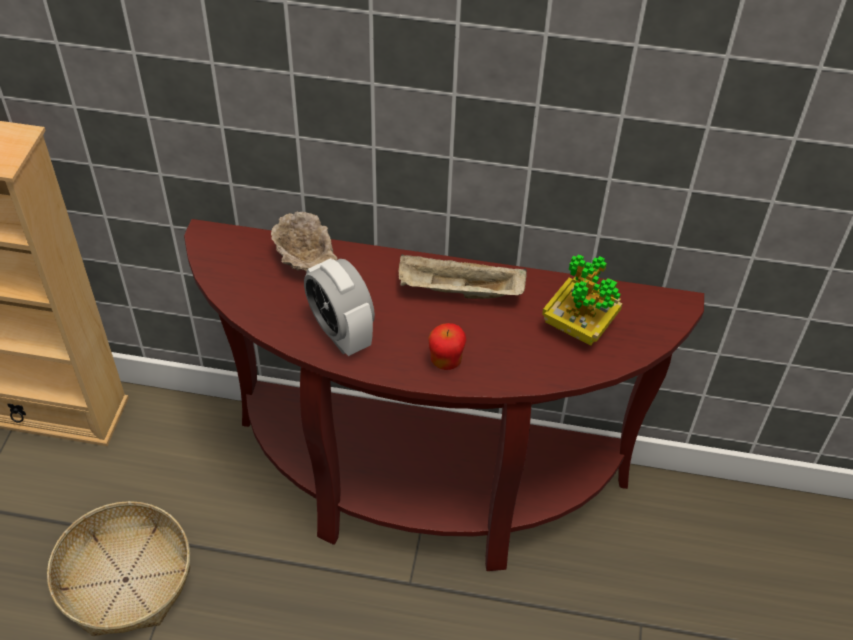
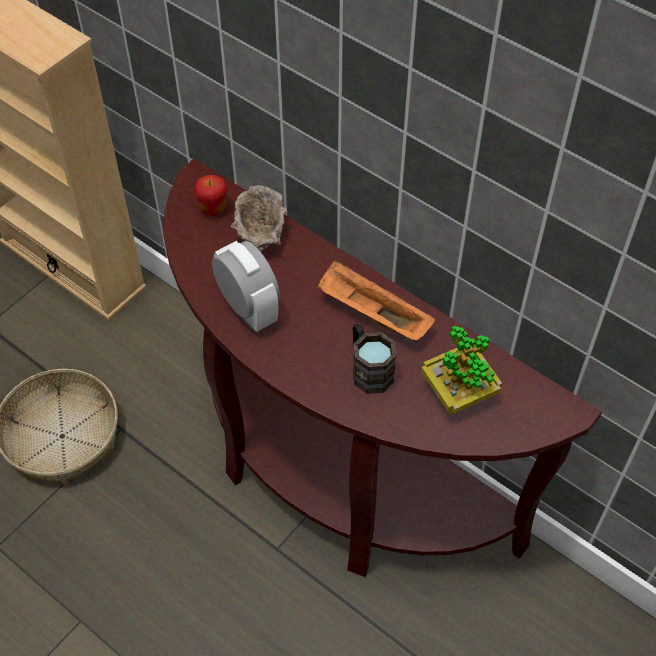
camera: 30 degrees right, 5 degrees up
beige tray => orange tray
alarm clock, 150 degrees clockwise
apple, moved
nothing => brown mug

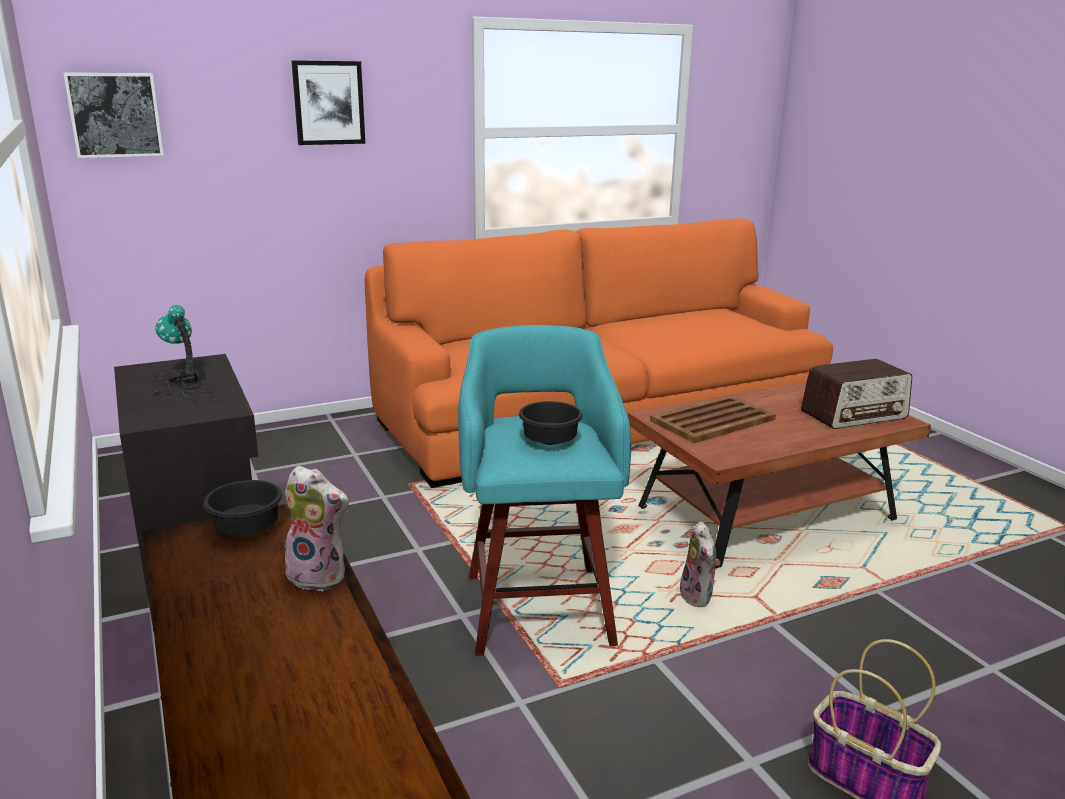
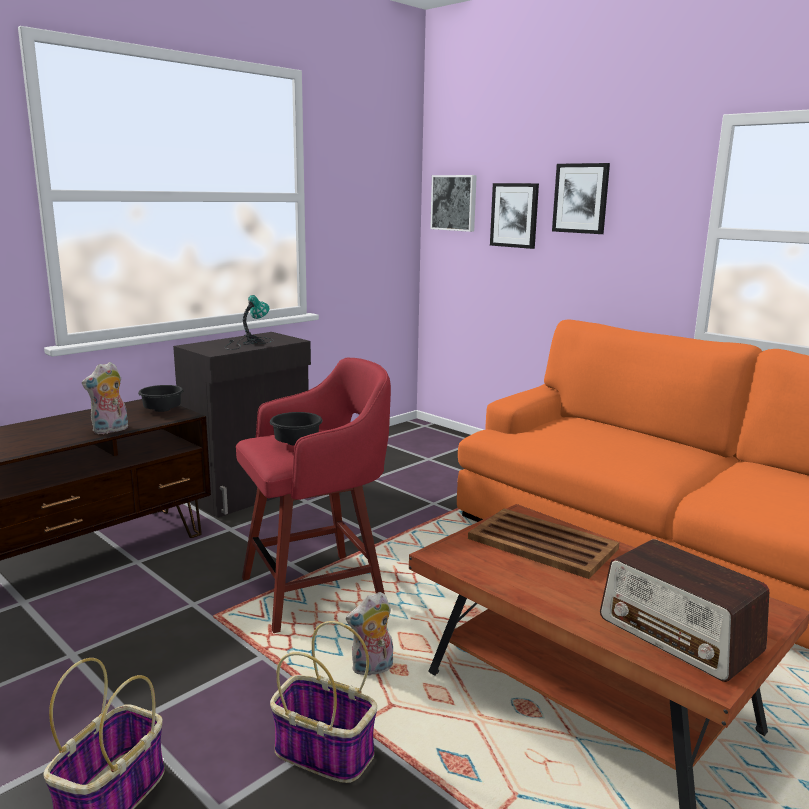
camera: 70 degrees right, 5 degrees down
turquoise stool => red stool
plush toy (1st from left), 45 degrees clockwise
nothing => picture (2nd from left)
nothing => basket (2nd from left)

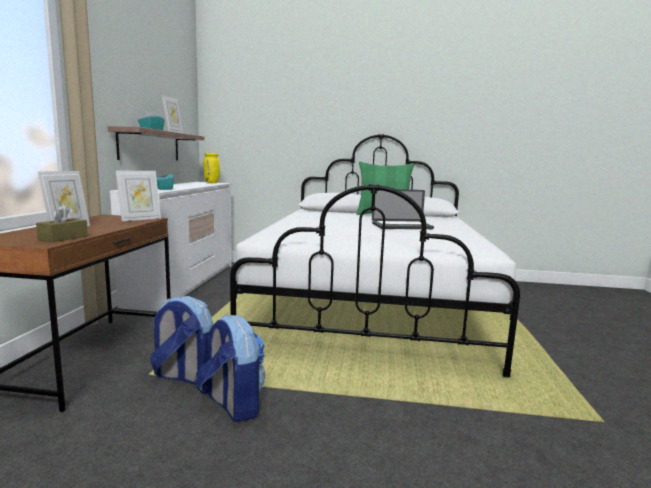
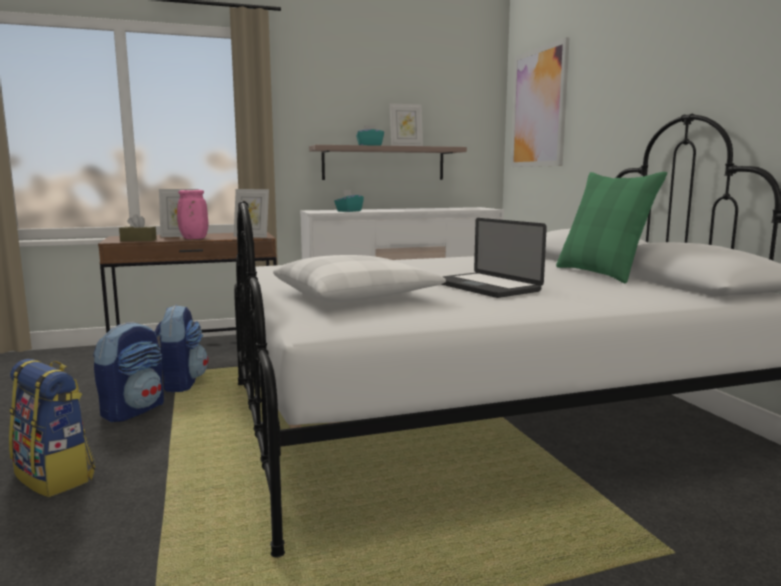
camera: 65 degrees right, 0 degrees up
yellow vase => nothing
nothing => picture
nothing => pink vase
nothing => white pillow
nothing => backpack (1st from left)

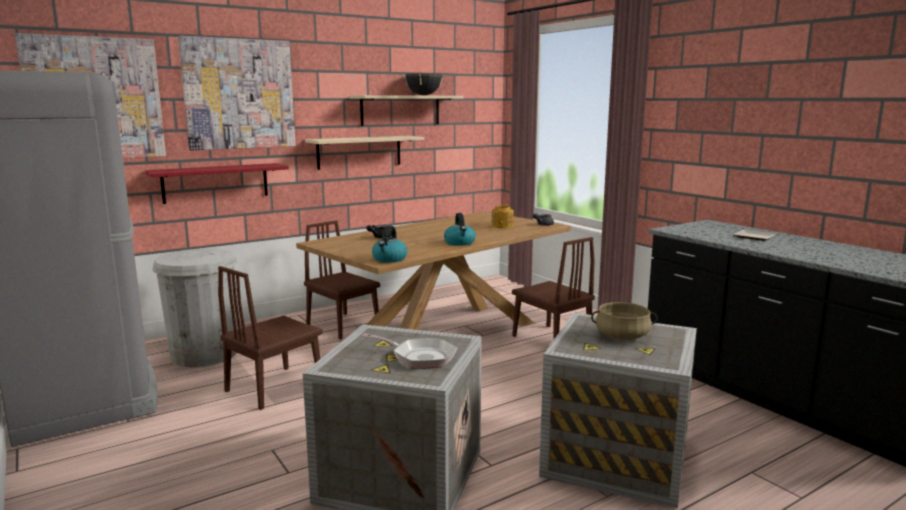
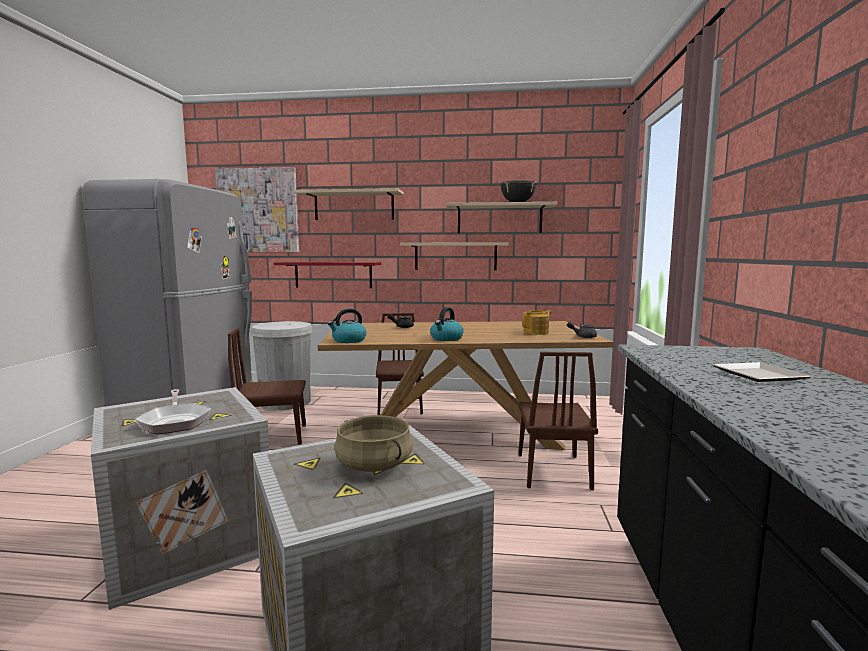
camera: 40 degrees right, 5 degrees down
picture (2nd from left) => beige shelf (1st from left)

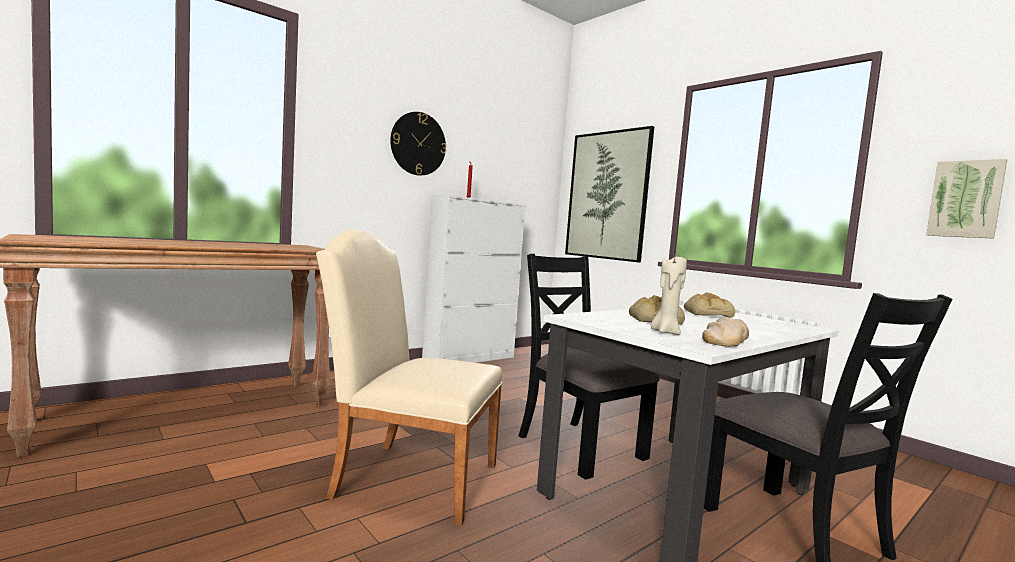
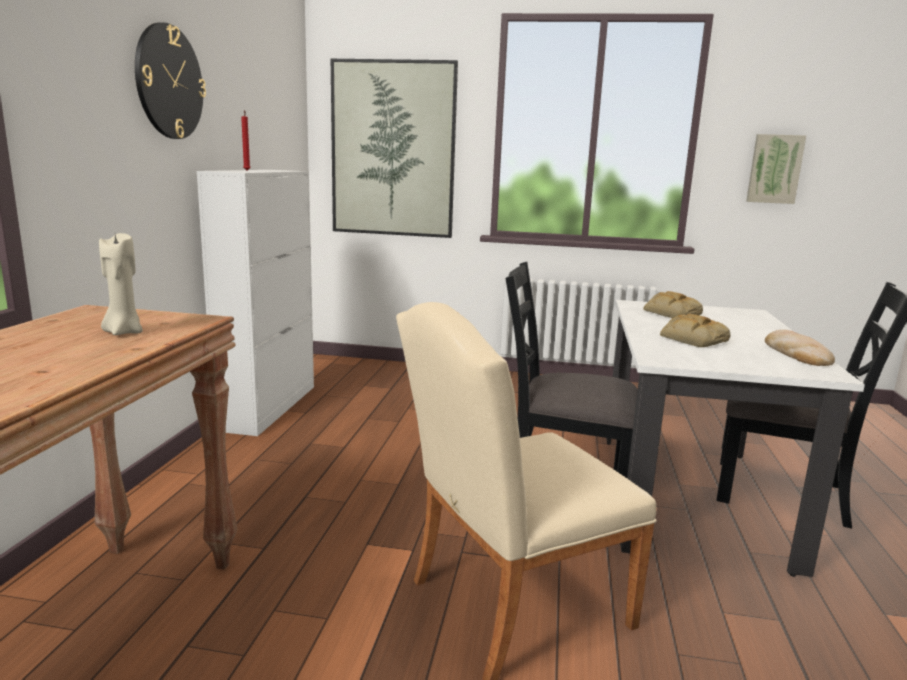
camera: 40 degrees left, 10 degrees up
beige candle, moved

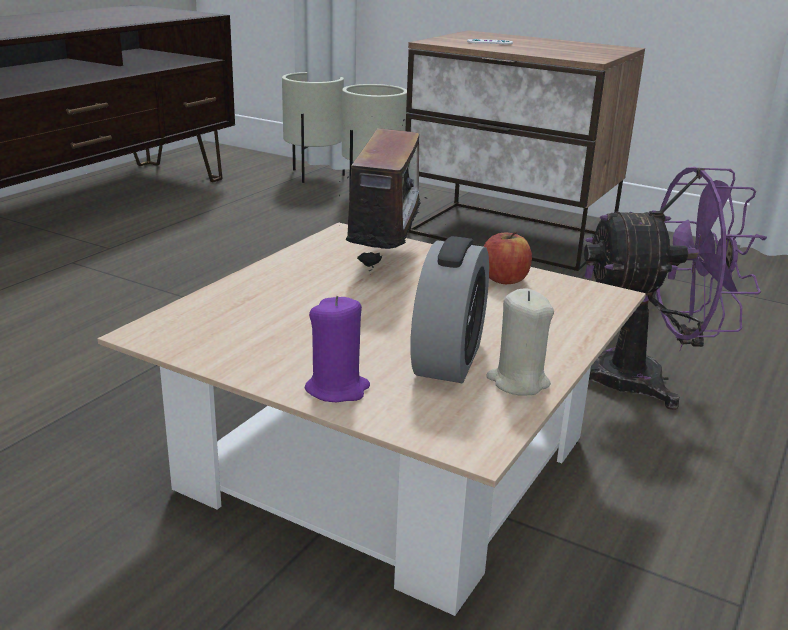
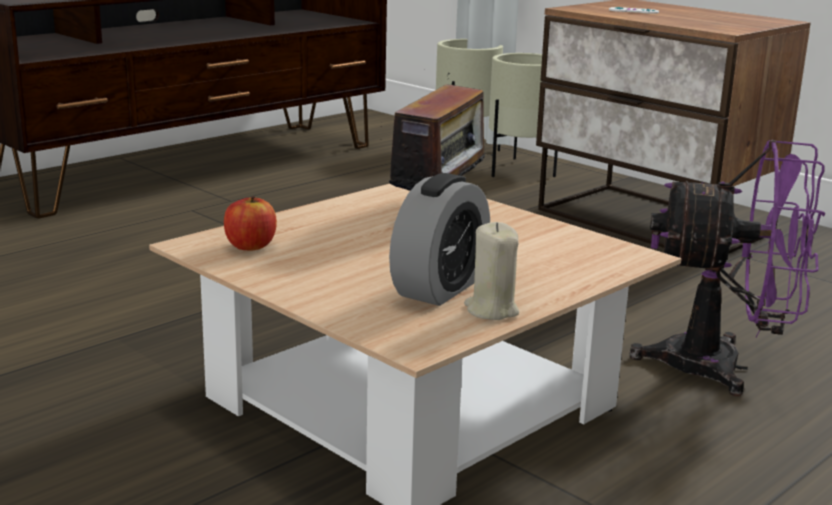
camera: 15 degrees right, 5 degrees down
apple, moved
purple candle => nothing

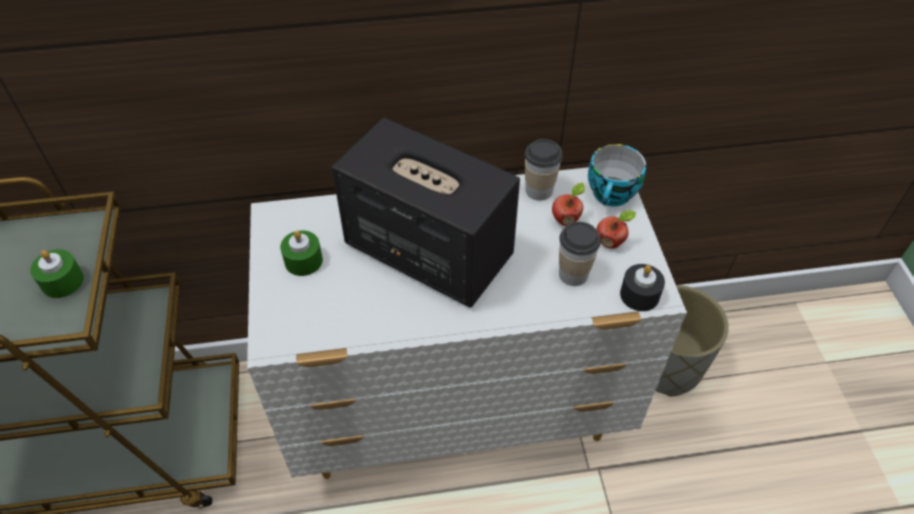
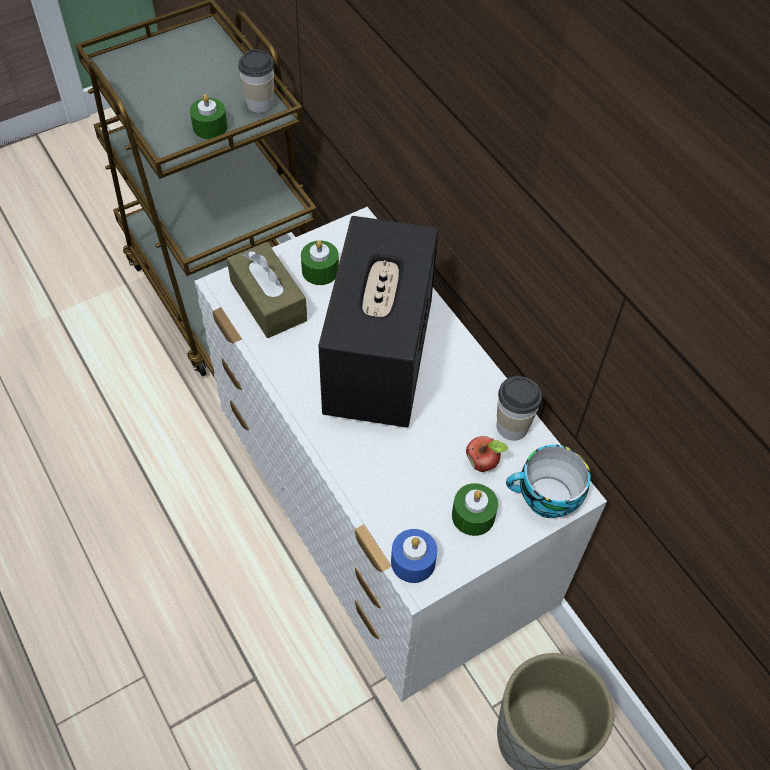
camera: 65 degrees right, 5 degrees up
apple (2nd from left) => green candle (3rd from left)
cup (2nd from left in the first image) => cup (1st from left), moved
black candle => blue candle
nothing => brown tissue box

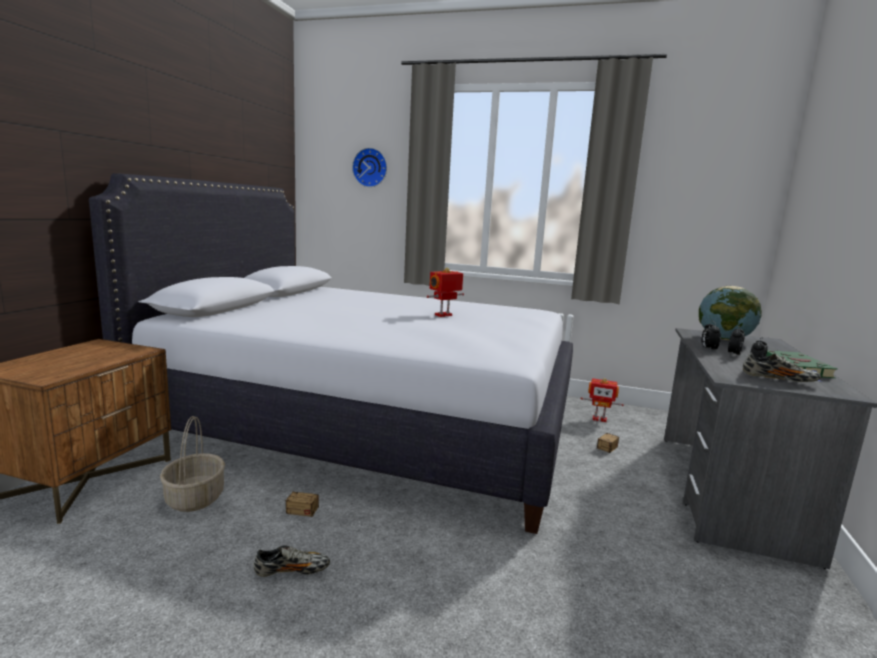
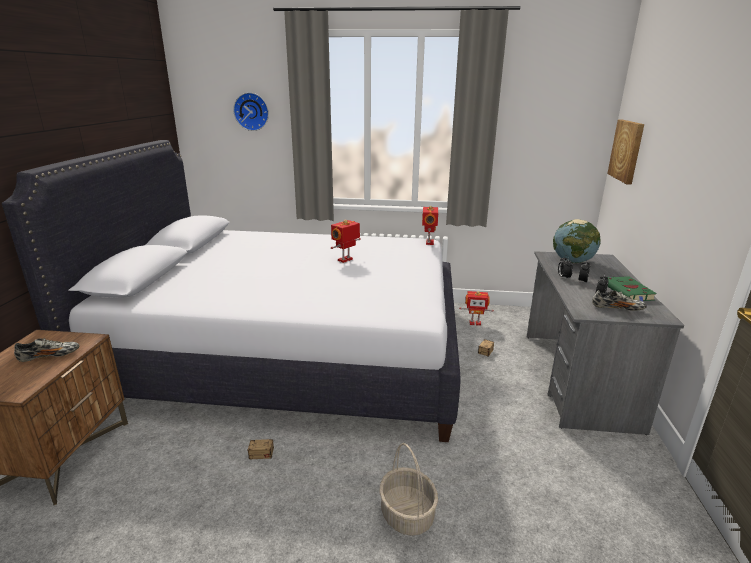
camera: 10 degrees left, 10 degrees up
basket, moved
shoe (1st from left), moved
nothing => picture
nothing => toy robot (2nd from left)

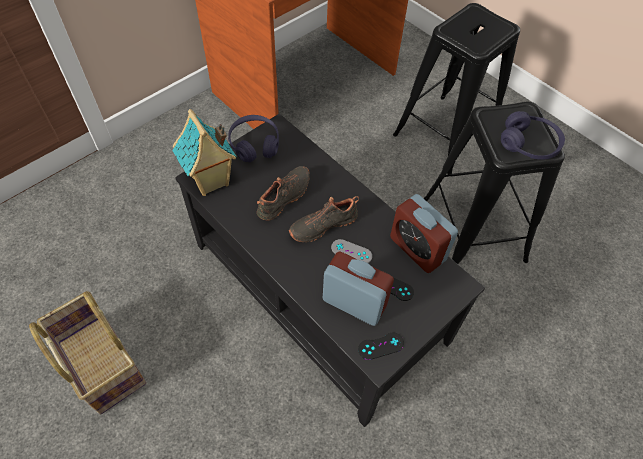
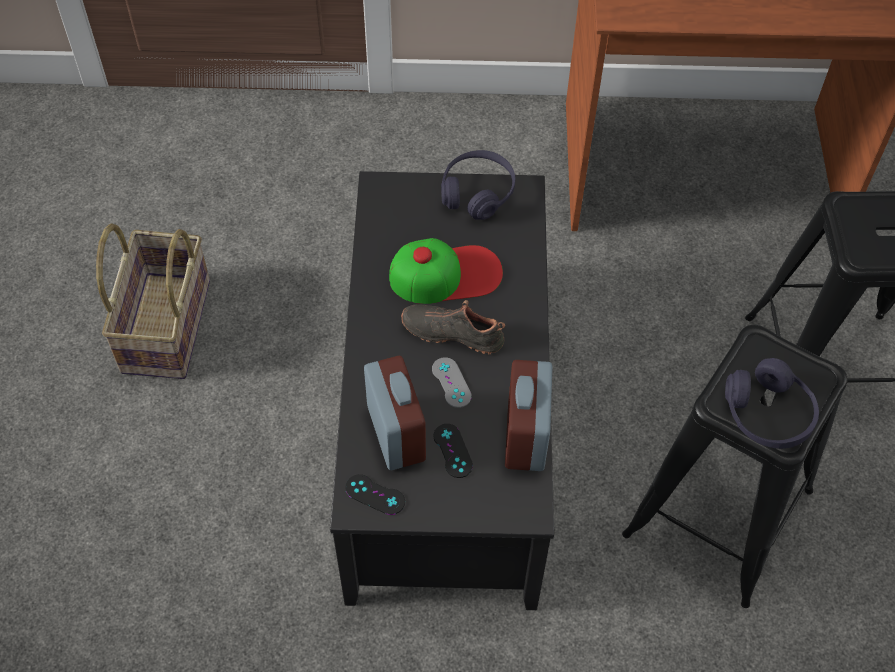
camera: 45 degrees right, 0 degrees up
toy house => nothing
black shoe (1st from left) => cap

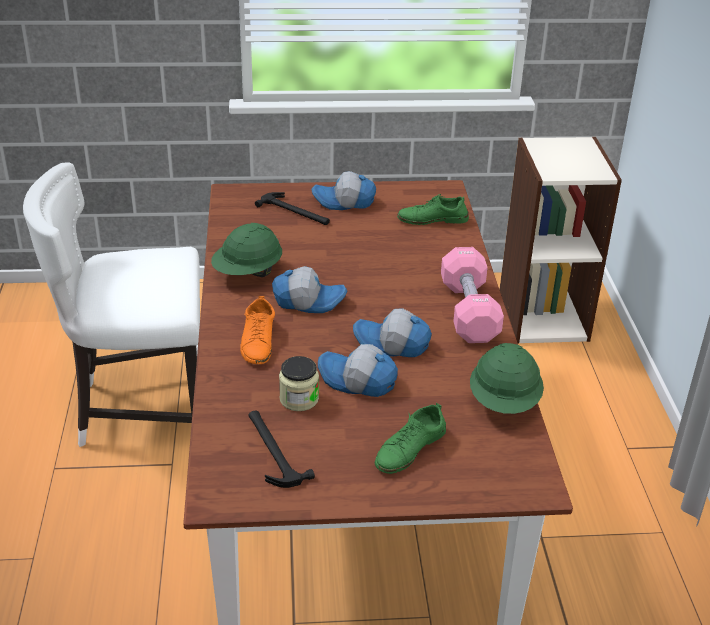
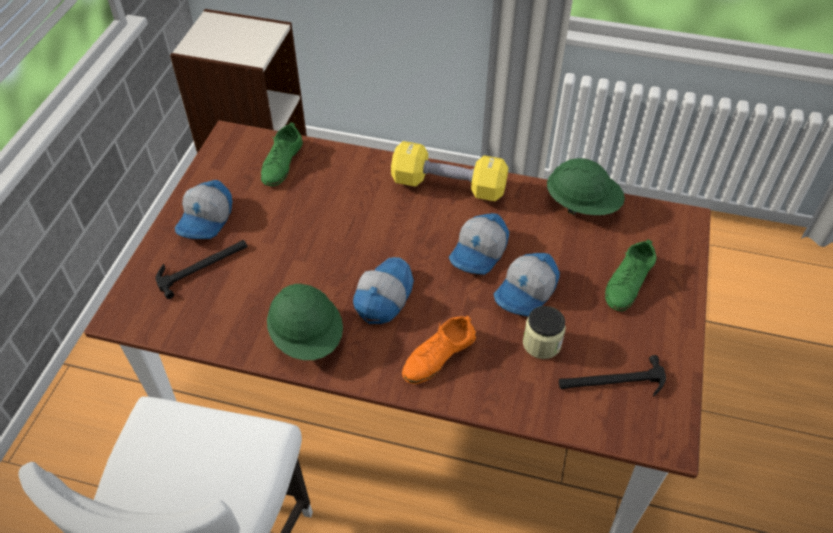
camera: 70 degrees left, 15 degrees up
pink dumbbell => yellow dumbbell
orange shoe, 120 degrees clockwise
green shoe (1st from left in the first image) => green shoe (2nd from left), 60 degrees clockwise

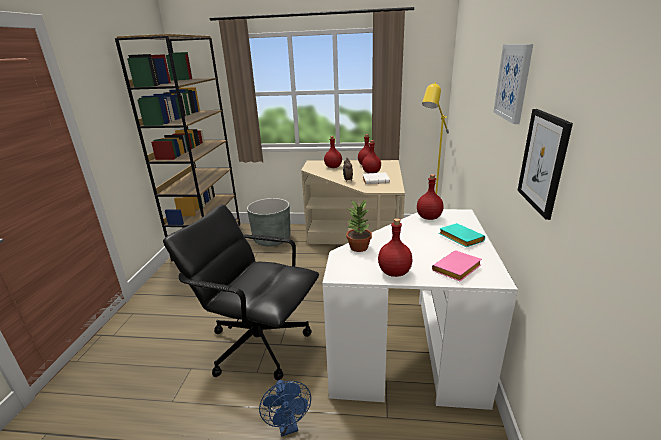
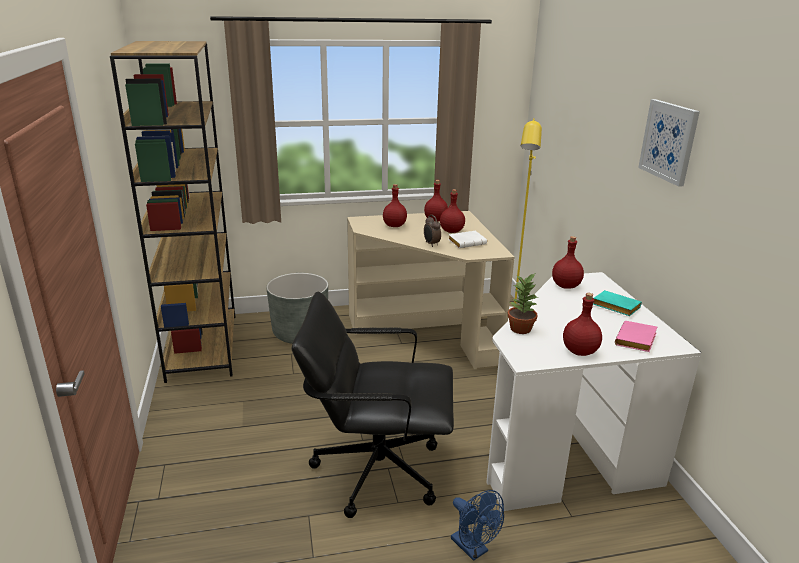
camera: 20 degrees left, 0 degrees up
picture (2nd from left) => nothing

